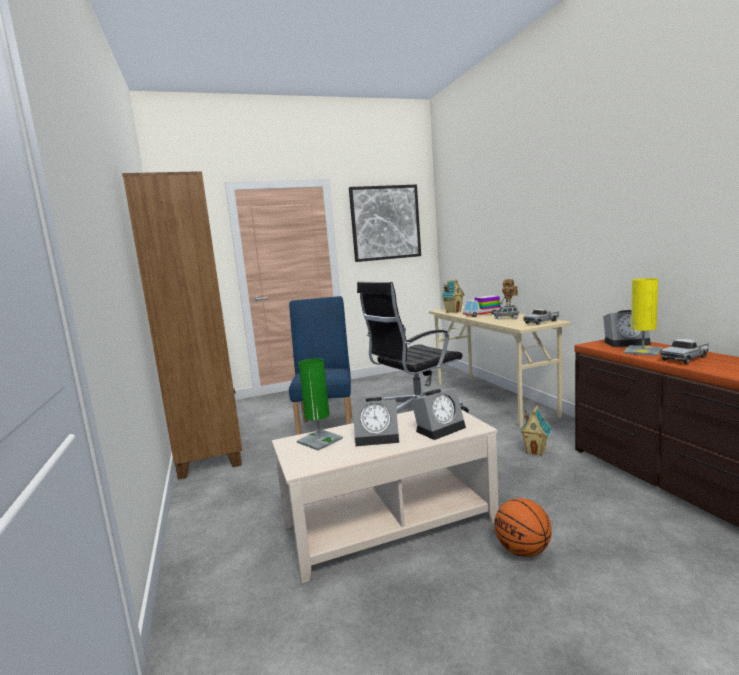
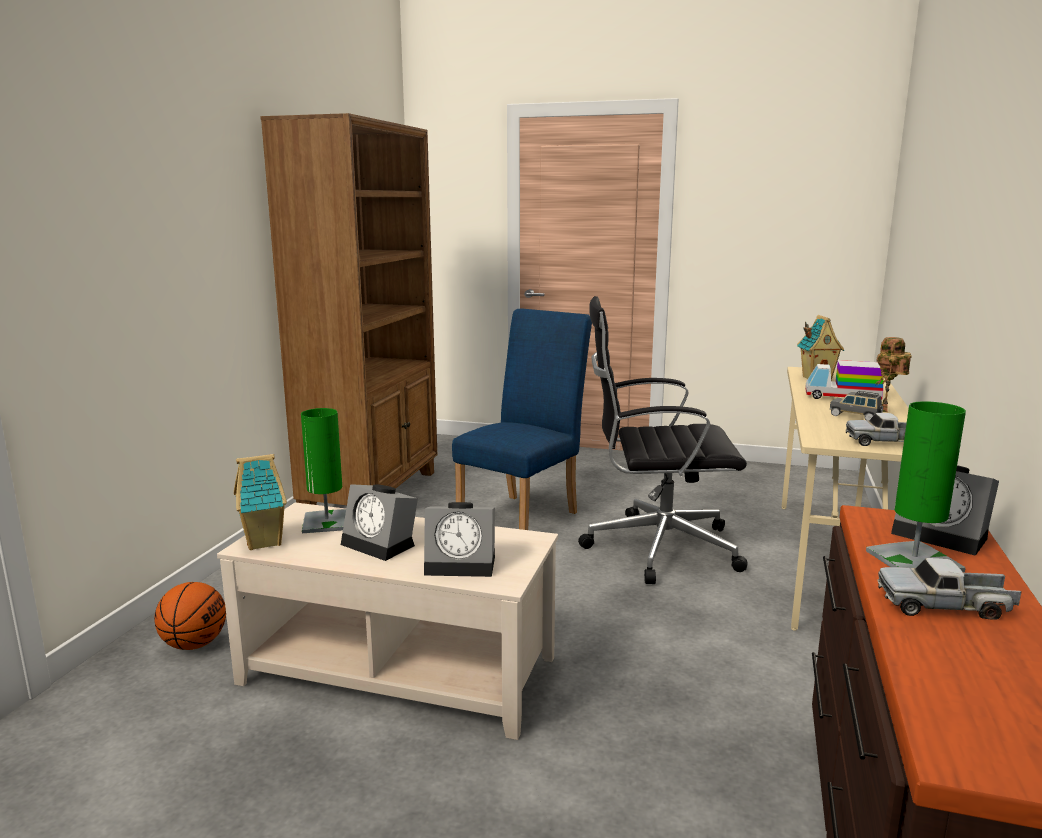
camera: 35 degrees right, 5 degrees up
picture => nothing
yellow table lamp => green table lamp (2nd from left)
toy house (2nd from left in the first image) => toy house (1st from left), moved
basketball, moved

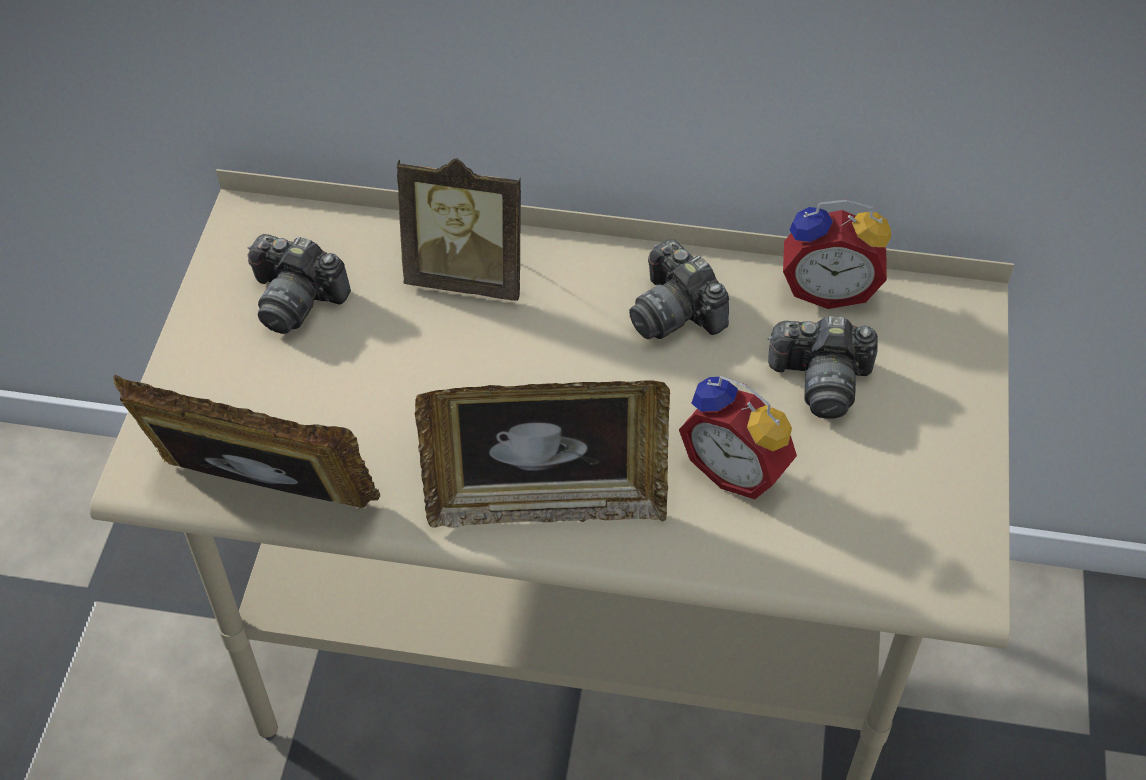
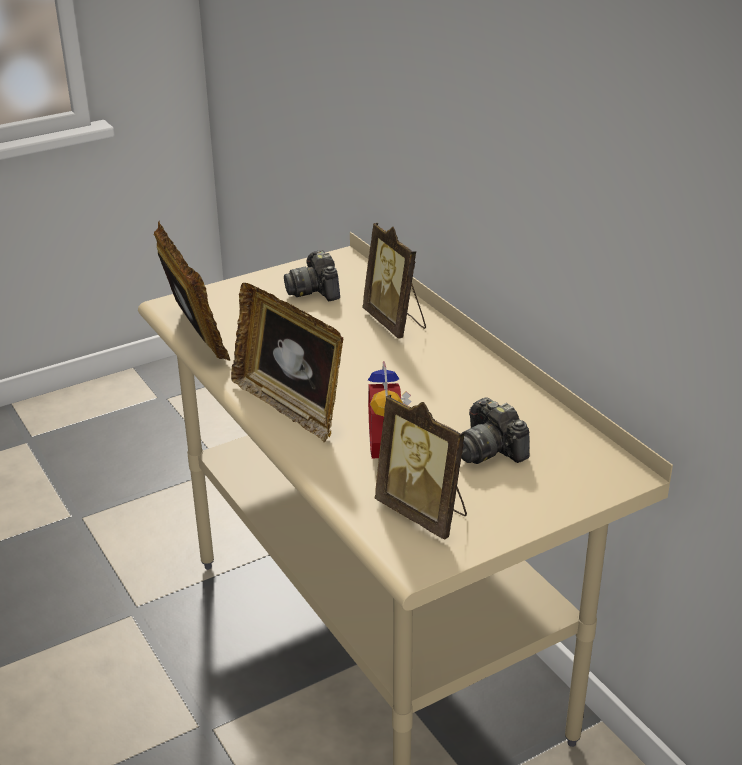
camera: 50 degrees right, 20 degrees down
alarm clock (2nd from left) => nothing
photo camera (2nd from left) => nothing
nothing => picture frame (4th from left)

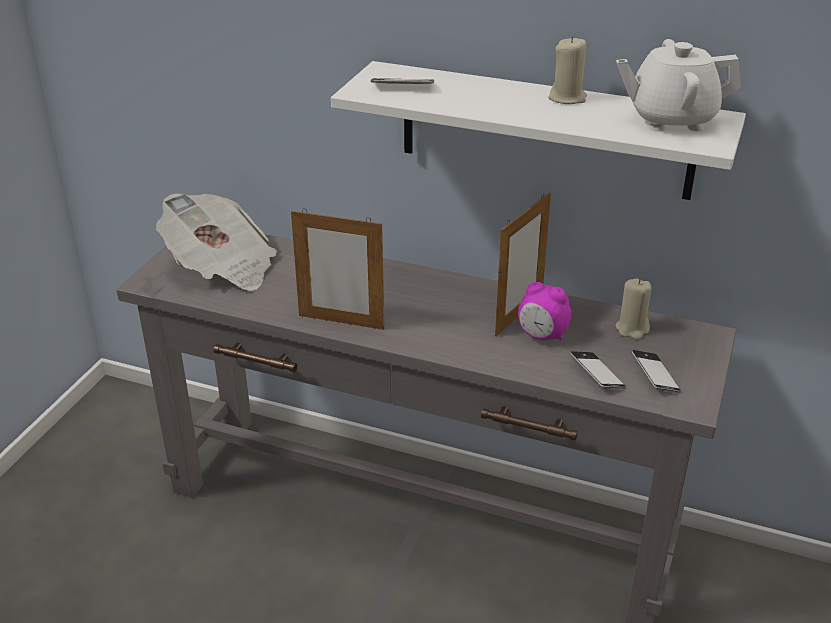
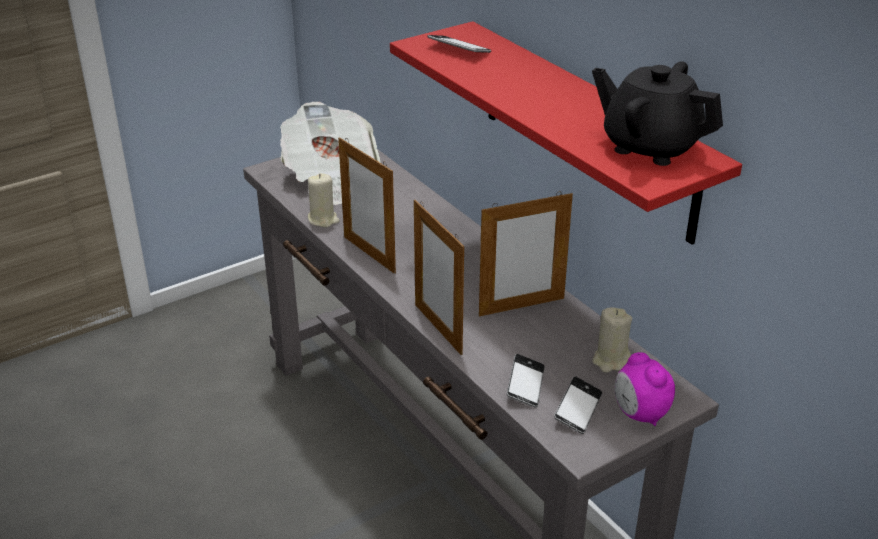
camera: 35 degrees right, 0 degrees up
beige candle (1st from left), moved
white teapot => black teapot
white shelf => red shelf
alarm clock, moved
nothing => picture frame (2nd from left)

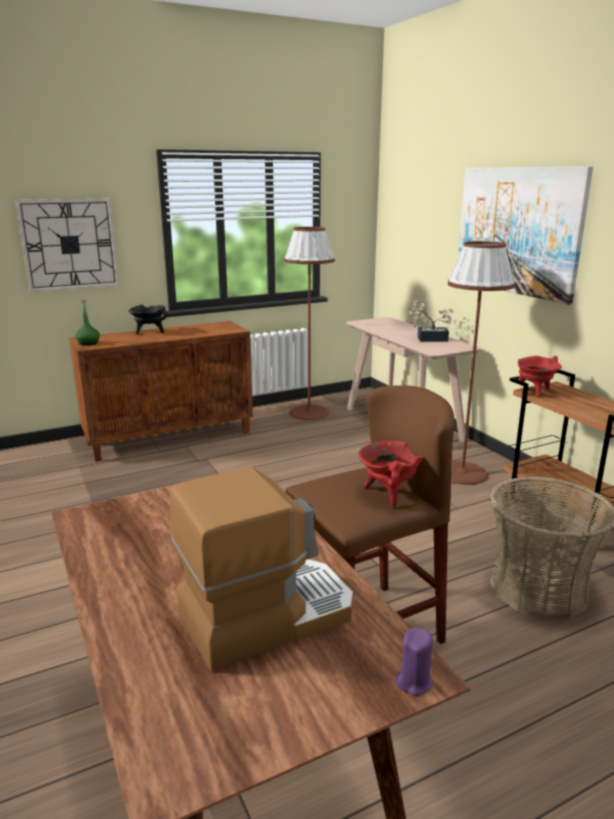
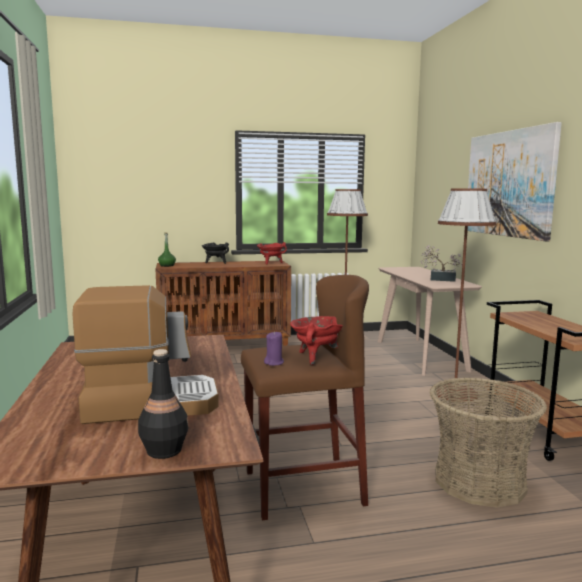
camera: 15 degrees right, 10 degrees down
wall clock => nothing
red cooking pot (2nd from left in the first image) => red cooking pot (1st from left), moved
purple candle, moved
nothing => black bottle

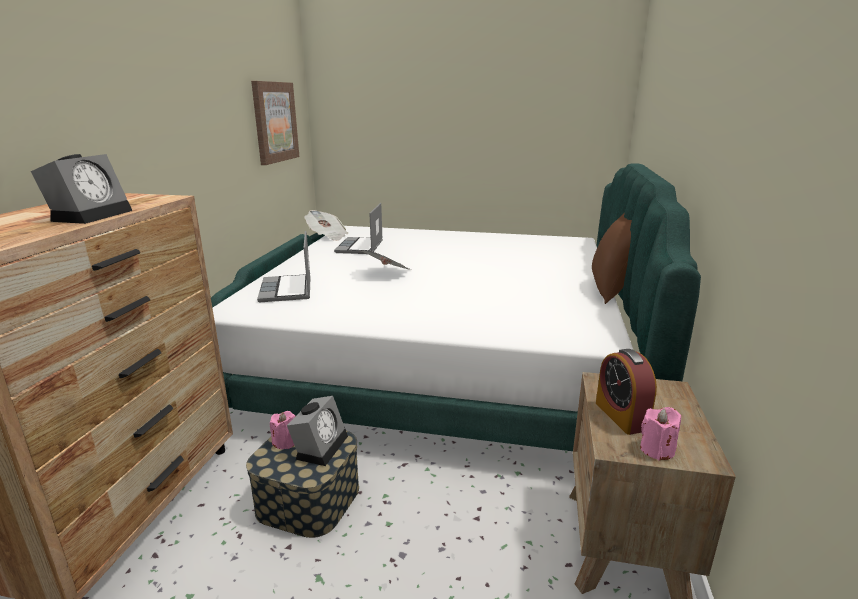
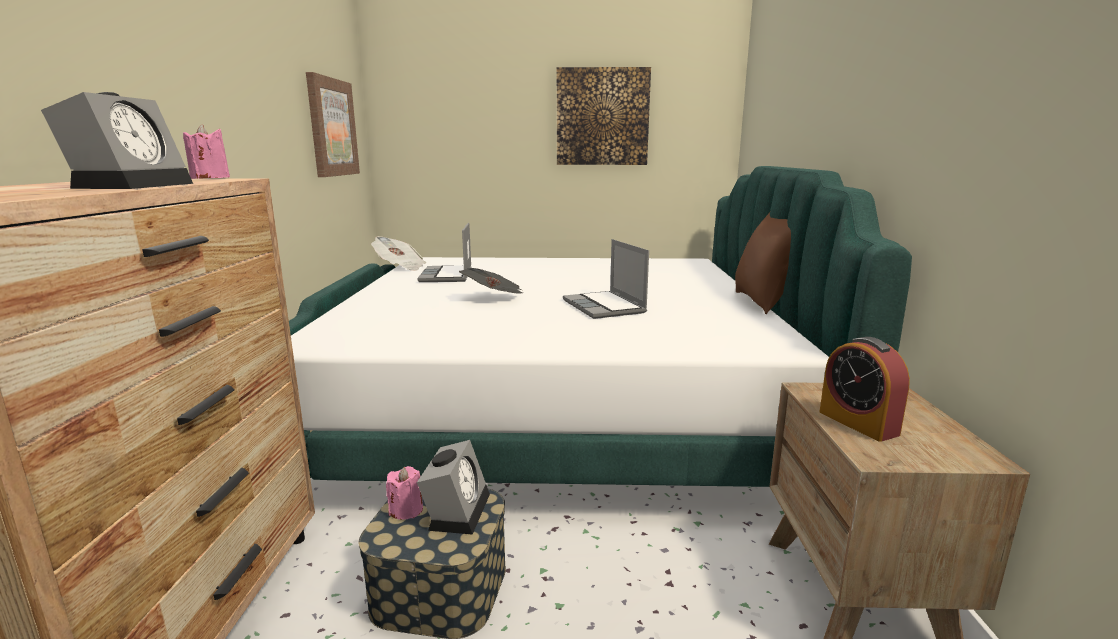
camera: 10 degrees left, 5 degrees down
laptop (1st from left in the first image) => laptop (2nd from left), moved
pink candle (2nd from left in the first image) => pink candle (1st from left), moved
nothing => picture (2nd from left)

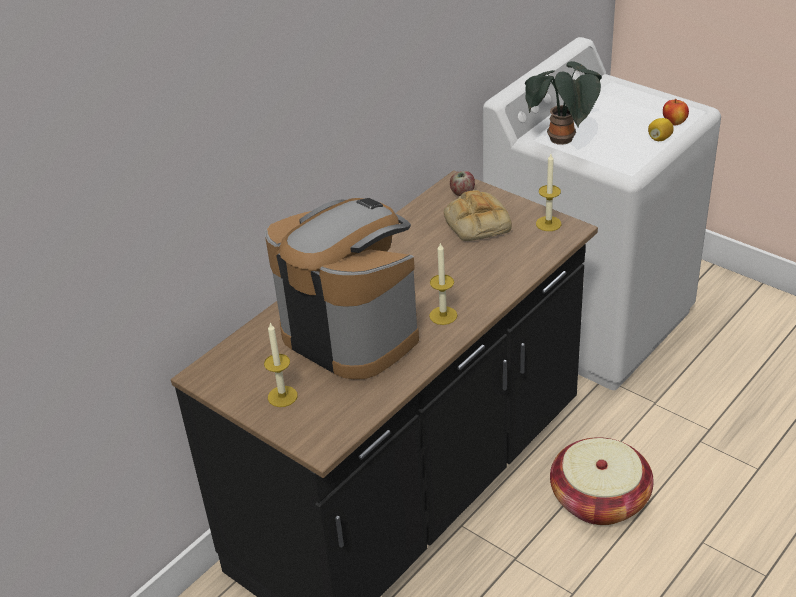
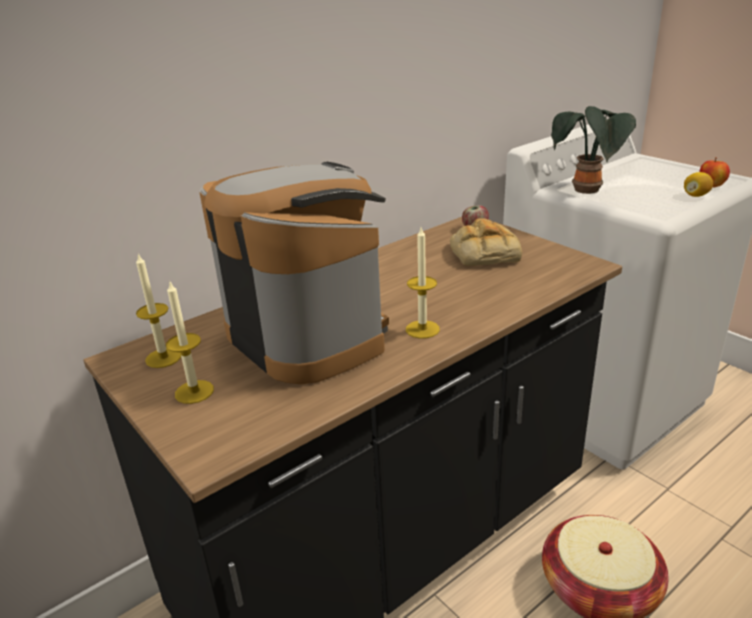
camera: 10 degrees right, 10 degrees down
candle (3rd from left in the first image) => candle (1st from left), moved

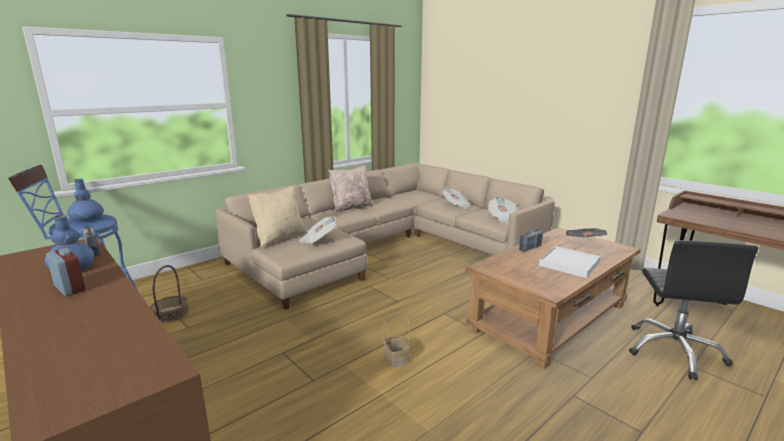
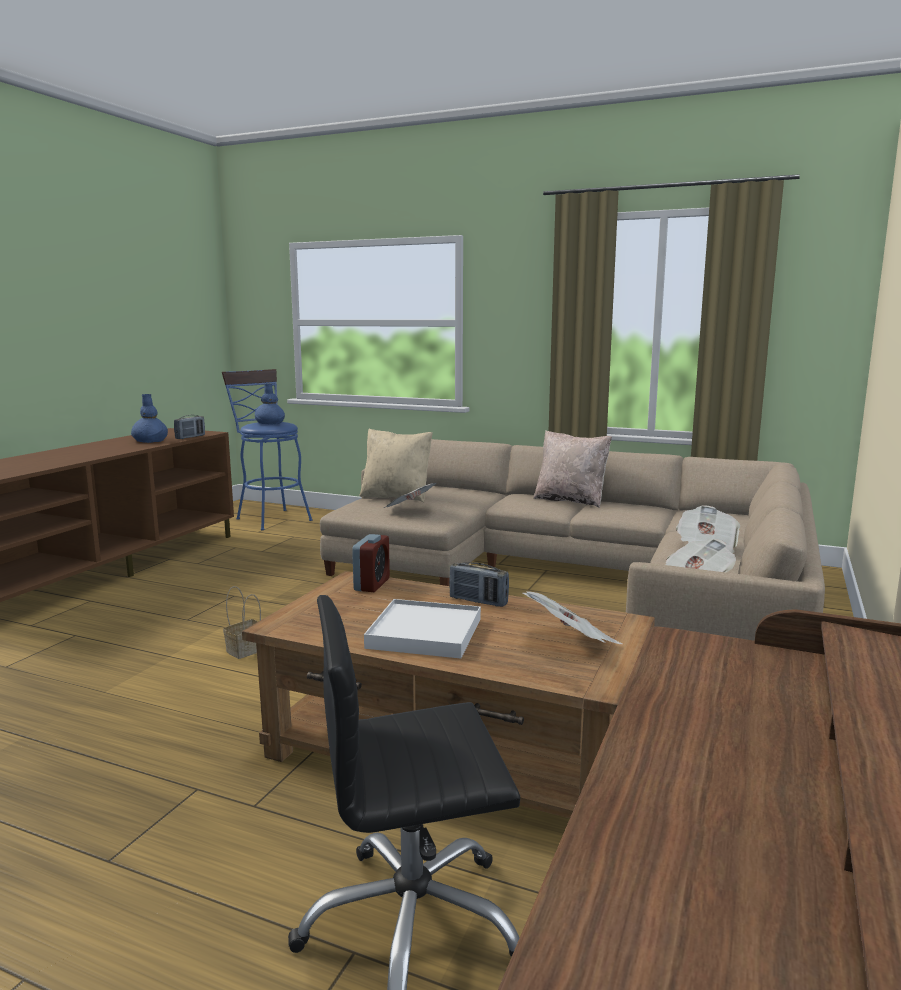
camera: 65 degrees right, 5 degrees down
alarm clock, moved
basket (1st from left) => nothing

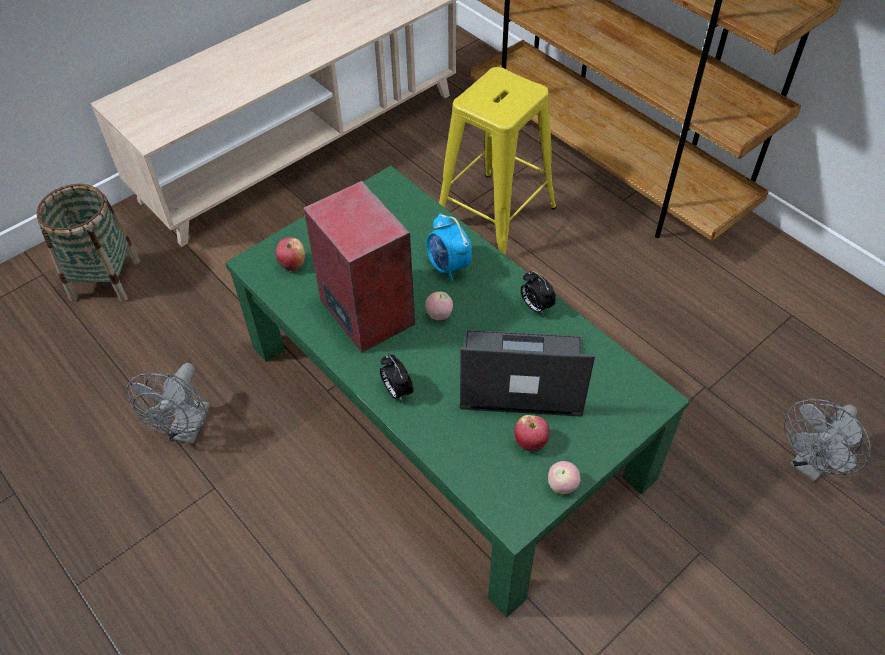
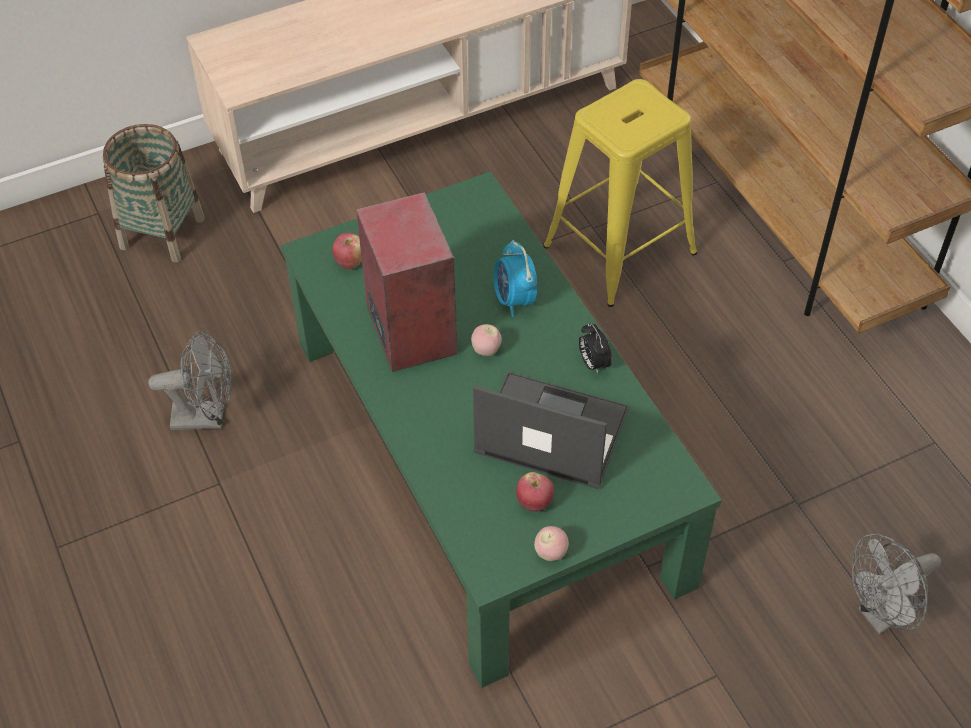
camera: 15 degrees right, 0 degrees up
alarm clock (1st from left) => nothing
grey fan (1st from left), 120 degrees counterclockwise

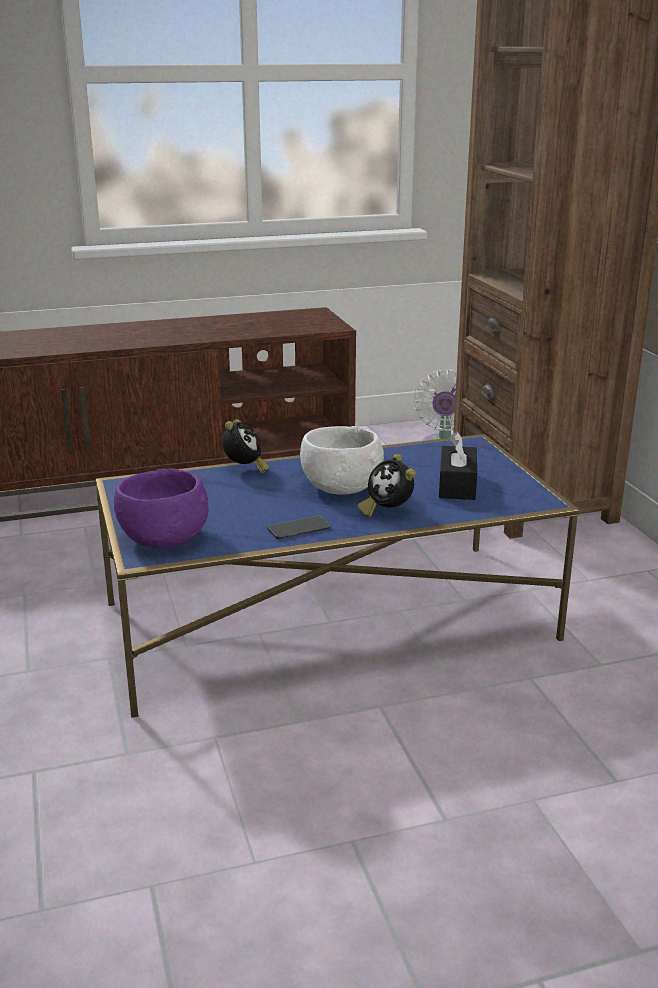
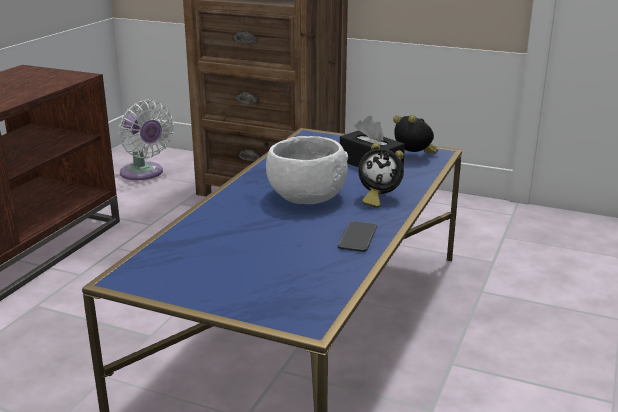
camera: 50 degrees left, 0 degrees up
alarm clock (1st from left in the first image) => alarm clock (2nd from left), moved
purple bowl => nothing

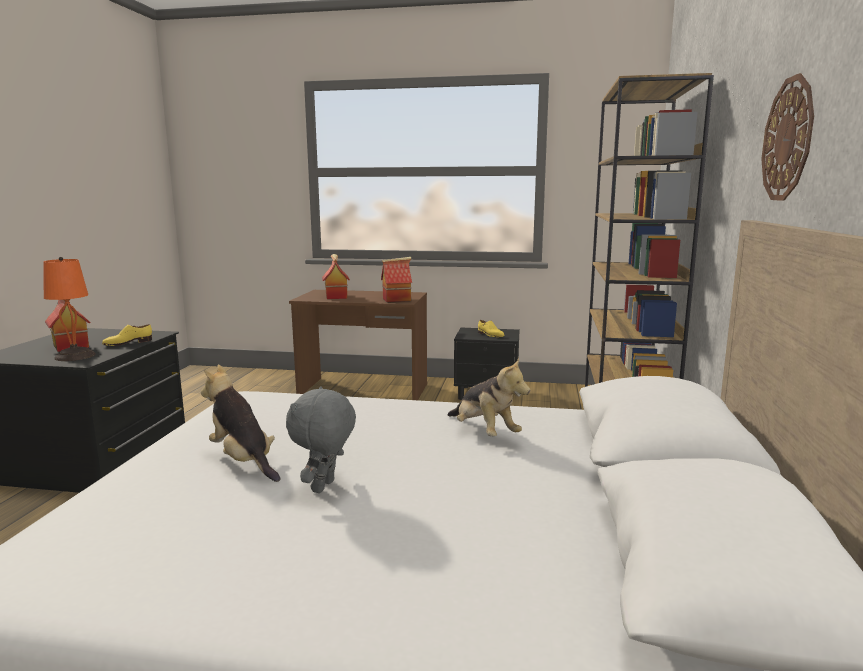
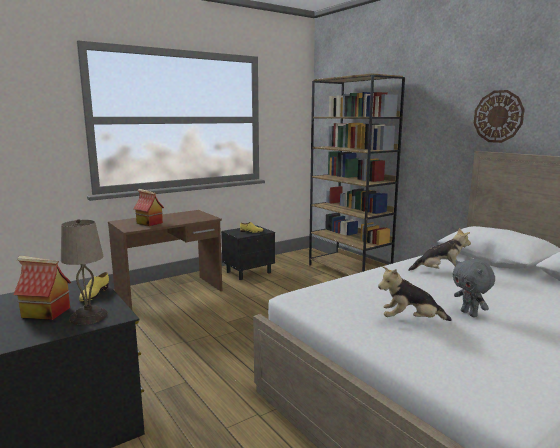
camera: 45 degrees left, 0 degrees up
orange table lamp => beige table lamp
toy house (3rd from left) => nothing

